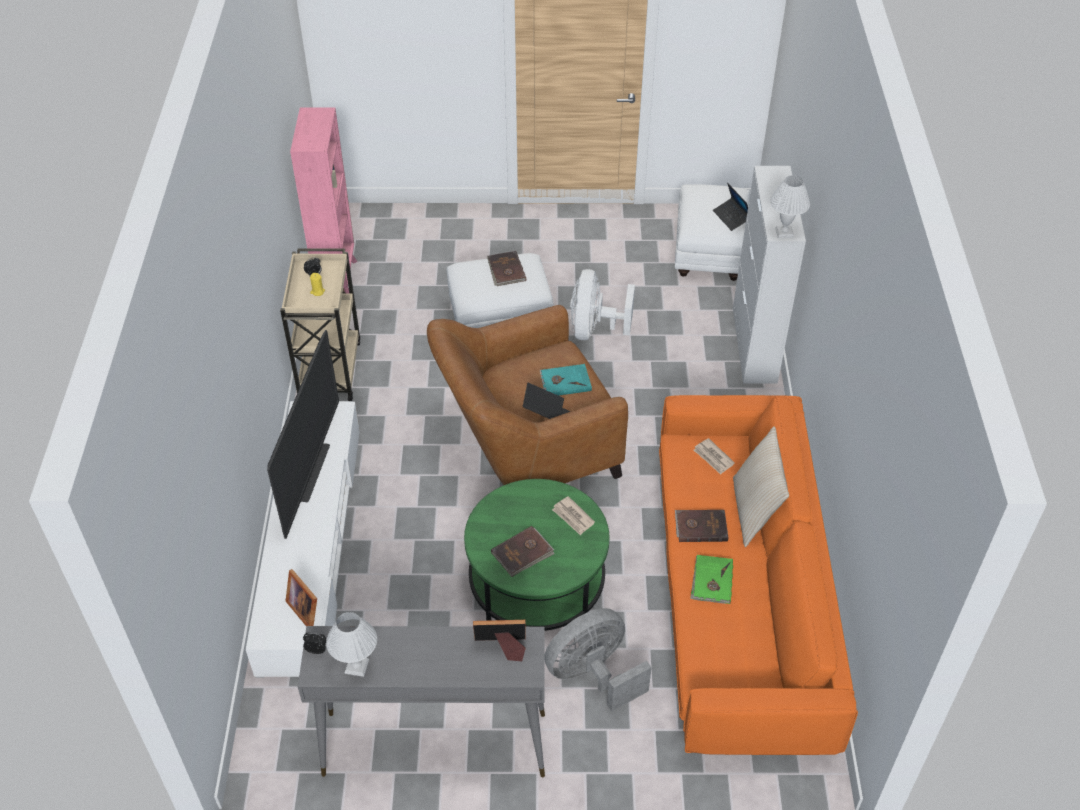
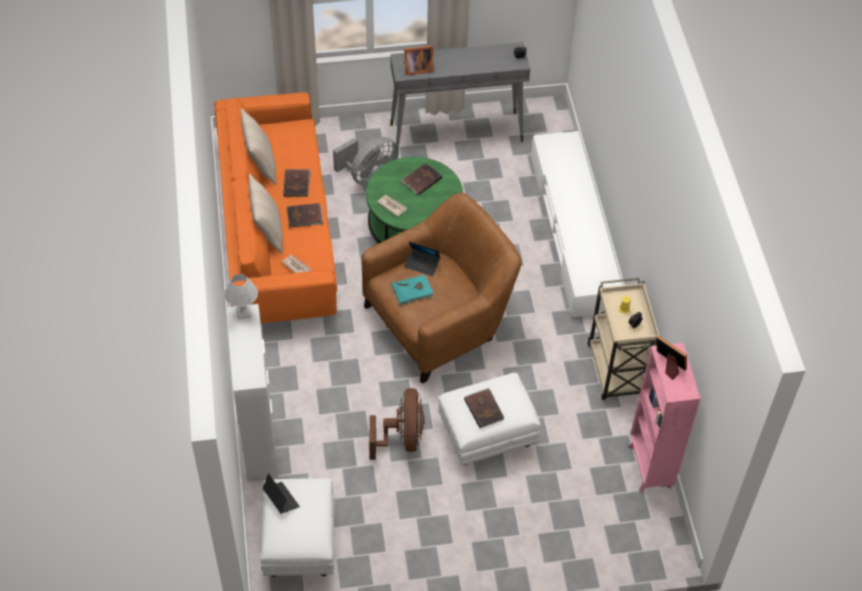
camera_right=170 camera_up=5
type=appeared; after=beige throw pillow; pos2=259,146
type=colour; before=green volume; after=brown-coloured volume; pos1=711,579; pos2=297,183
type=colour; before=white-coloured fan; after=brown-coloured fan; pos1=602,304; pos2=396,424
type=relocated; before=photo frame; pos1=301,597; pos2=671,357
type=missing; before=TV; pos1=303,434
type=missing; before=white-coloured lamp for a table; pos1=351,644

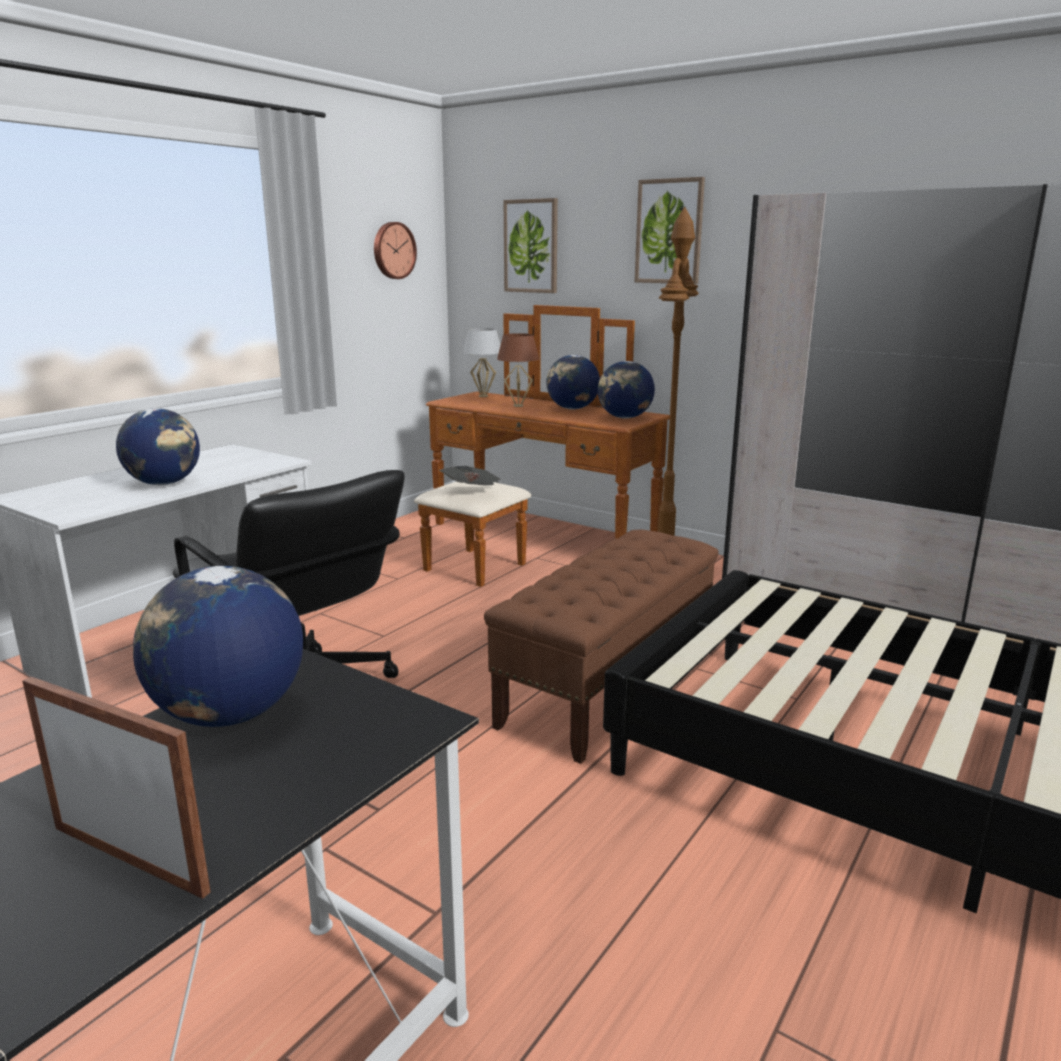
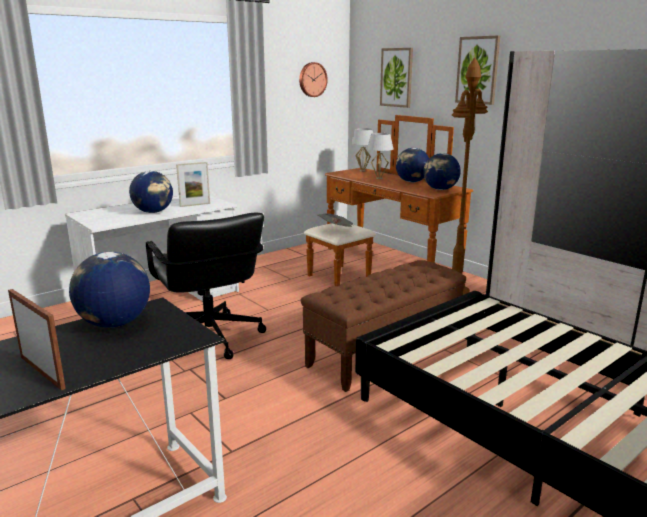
camera_right=15 camera_up=0
type=appeared; after=photo frame; pos2=193,184
type=colour; before=brown-coloured lamp for a table; after=white-coloured lamp for a table; pos1=518,370; pos2=380,156

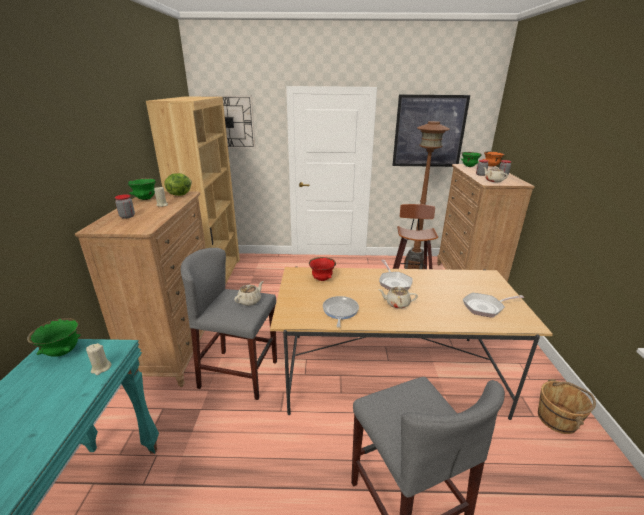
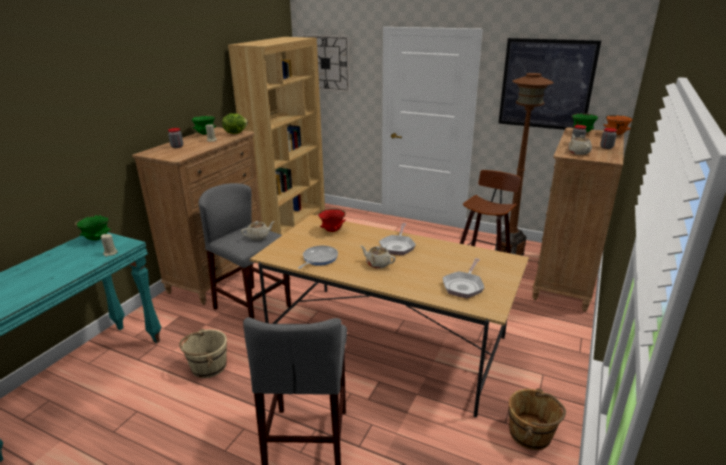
camera_right=25 camera_up=0
type=appeared; after=beige pail; pos2=203,353
type=spun; before=frying pan; pos1=493,305; pos2=463,278; turn=-75

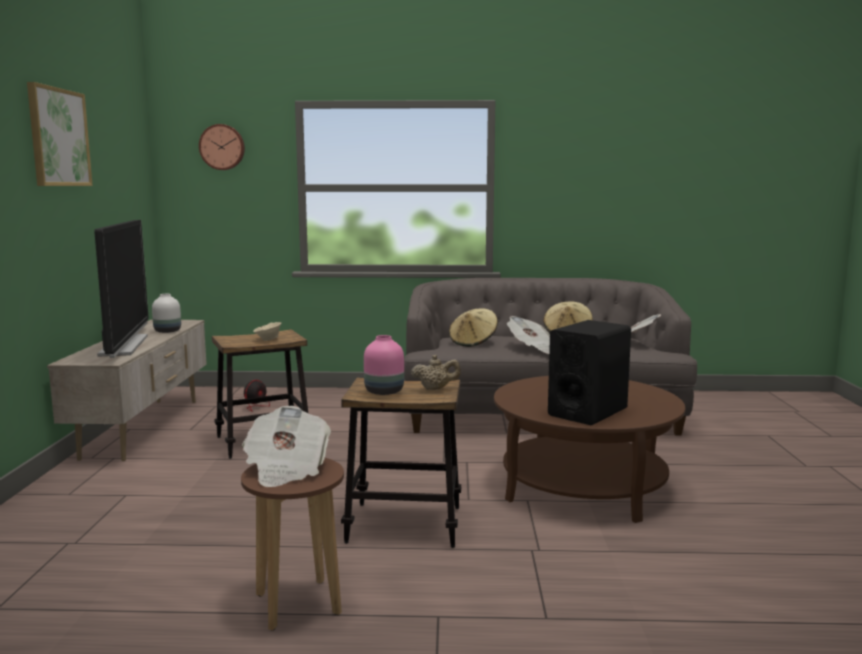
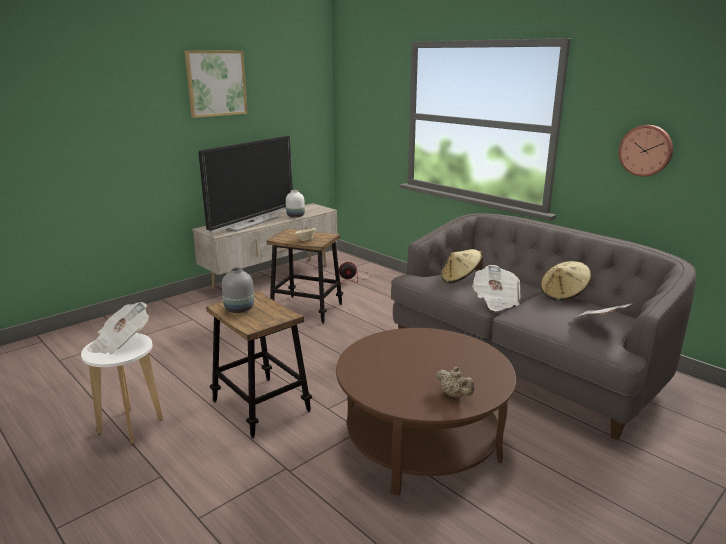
camera_right=45 camera_up=10
type=colour; before=brown-coloured stool; after=white-coloured stool; pos1=292,544; pos2=122,388
type=colour; before=pink vase; after=gray vase; pos1=384,365; pos2=238,290
type=relocated; before=beige teapot; pos1=436,372; pos2=455,382
type=relocated; before=wall clock; pos1=222,147; pos2=646,151
type=missing; before=black-coloured speaker; pos1=589,372

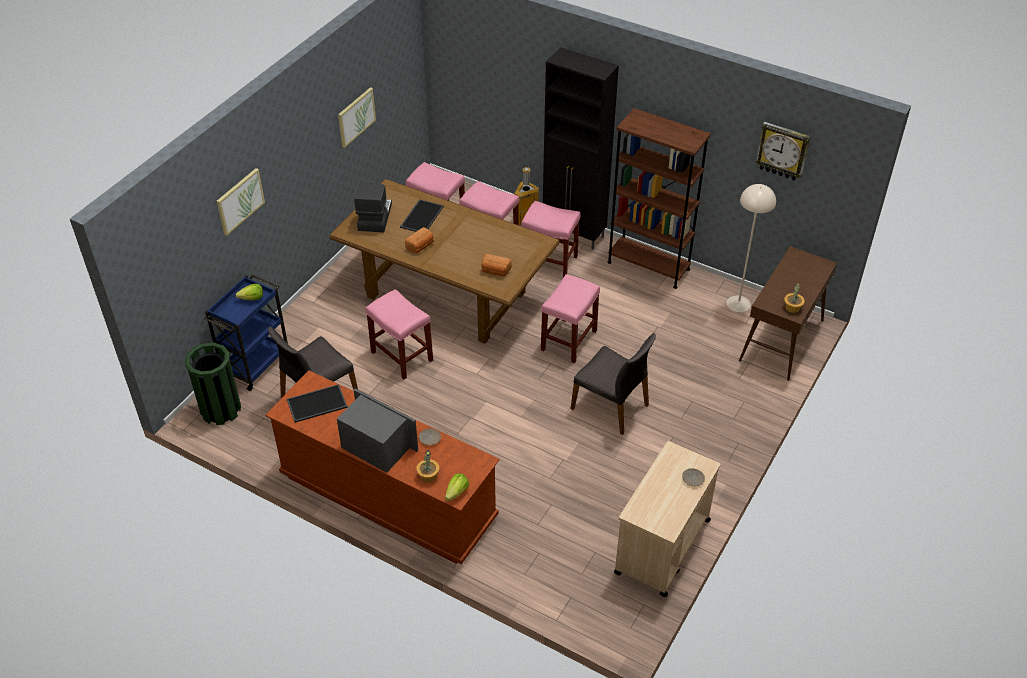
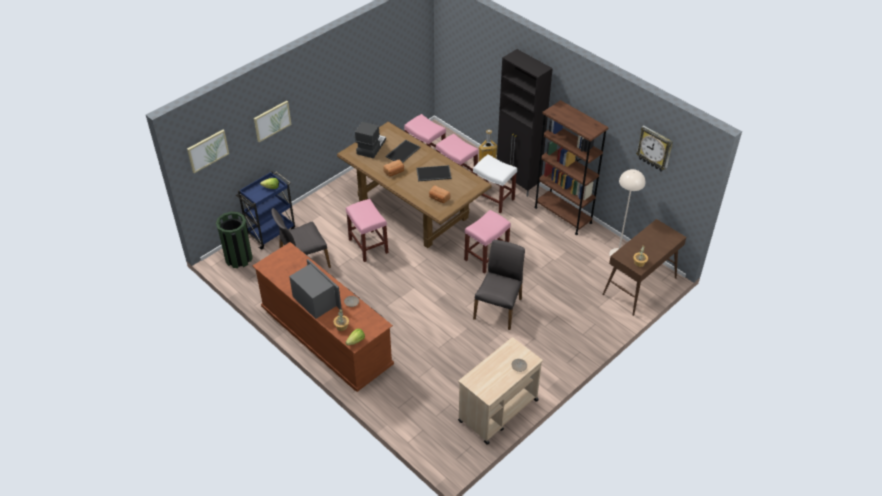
camera_right=15 camera_up=0
type=relocated; before=wall picture; pos1=357,117; pos2=208,151
type=relocated; before=serving tray; pos1=317,403; pos2=434,173
type=colour; before=pink stool; after=white-coloured stool; pos1=551,239; pos2=495,183
type=spun; before=gray plain chair; pos1=613,384; pos2=499,285; turn=-120

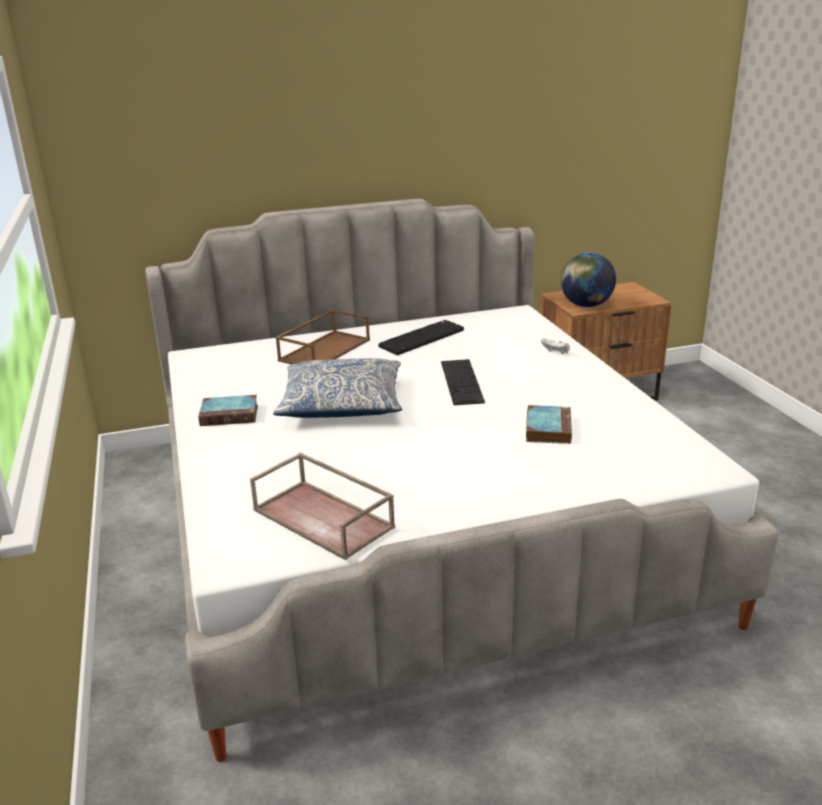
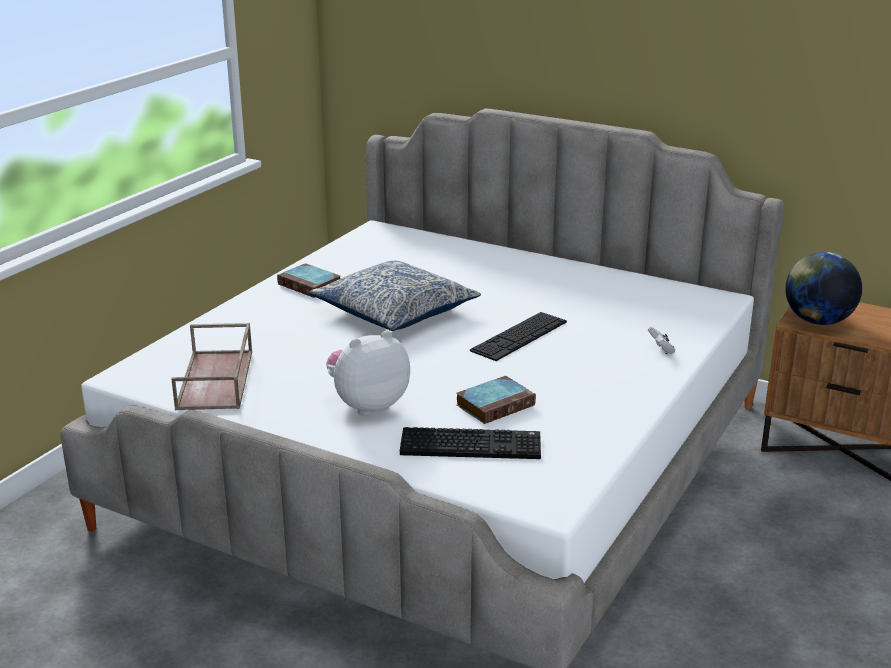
camera_right=45 camera_up=0
type=appeared; after=cuddly toy; pos2=368,373
type=relocated; before=keyboard; pos1=421,337; pos2=470,443
type=missing; before=brown-coloured serving tray; pos1=323,337

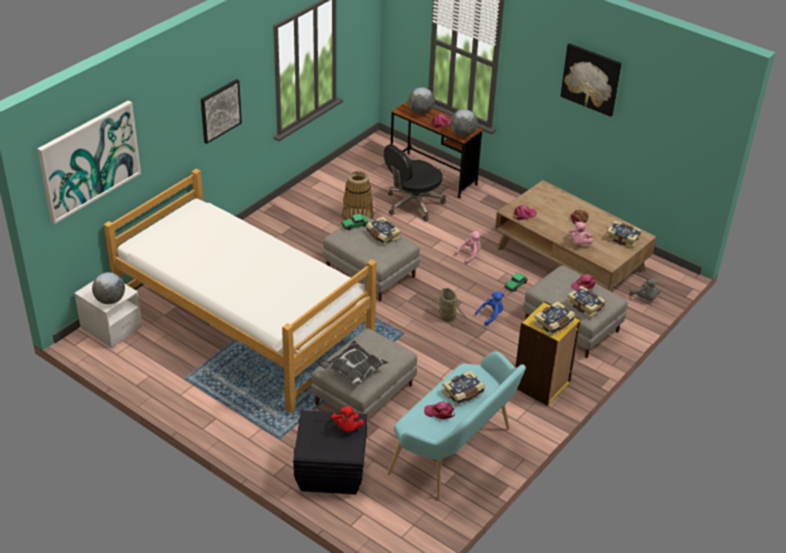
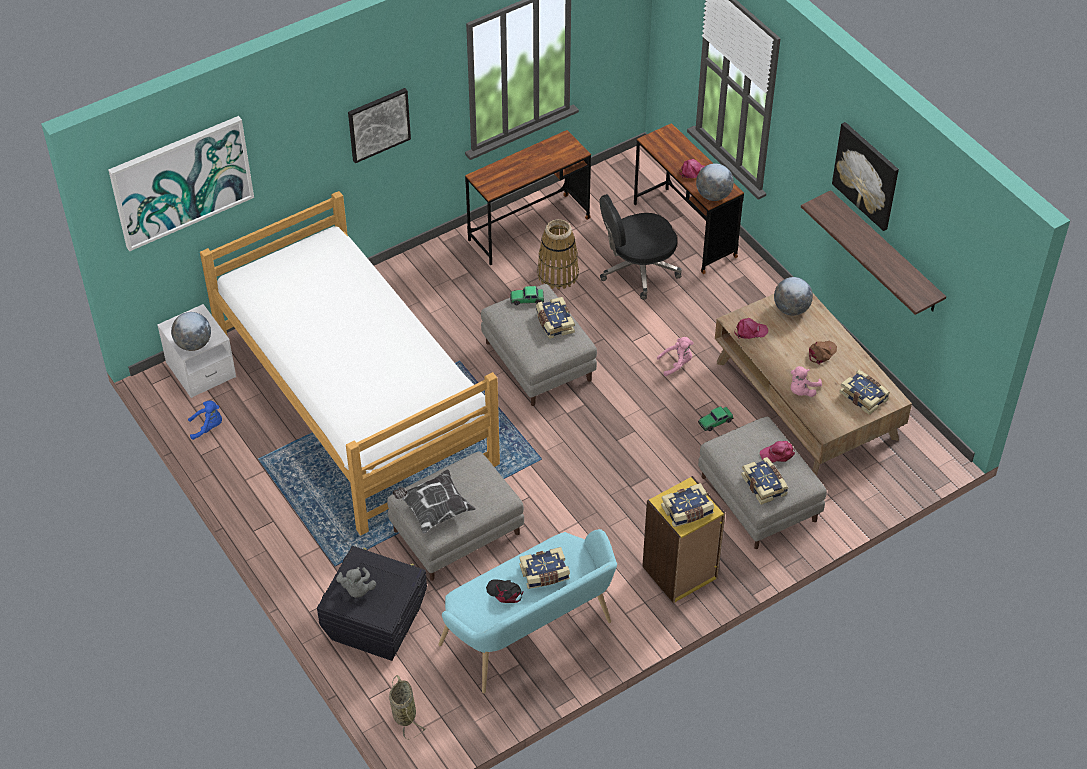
camera_right=20 camera_up=10
type=relocated; before=bluish cuddly toy; pos1=490,308; pos2=205,420
type=relocated; before=gray cuddly toy; pos1=645,288; pos2=356,582
type=relocated; before=storage basket; pos1=449,307; pos2=408,707
type=appeared; after=brown-coloured desk unit; pos2=528,197
type=colour; before=pink cap; after=black-coloured cap; pos1=439,410; pos2=504,591
type=relocated; before=world globe; pos1=421,100; pos2=793,296
type=appeared; after=bracket shelf; pos2=873,252
type=missing; before=reddish cuddly toy; pos1=347,419

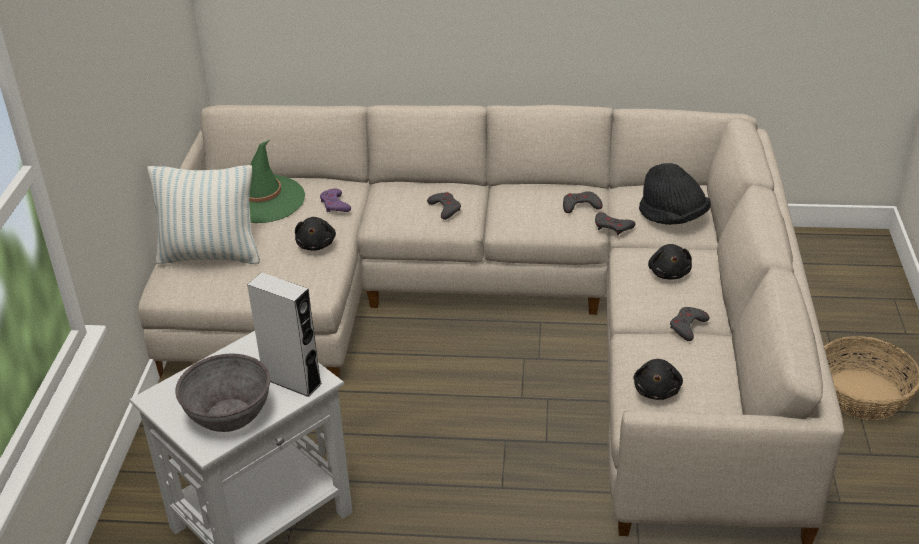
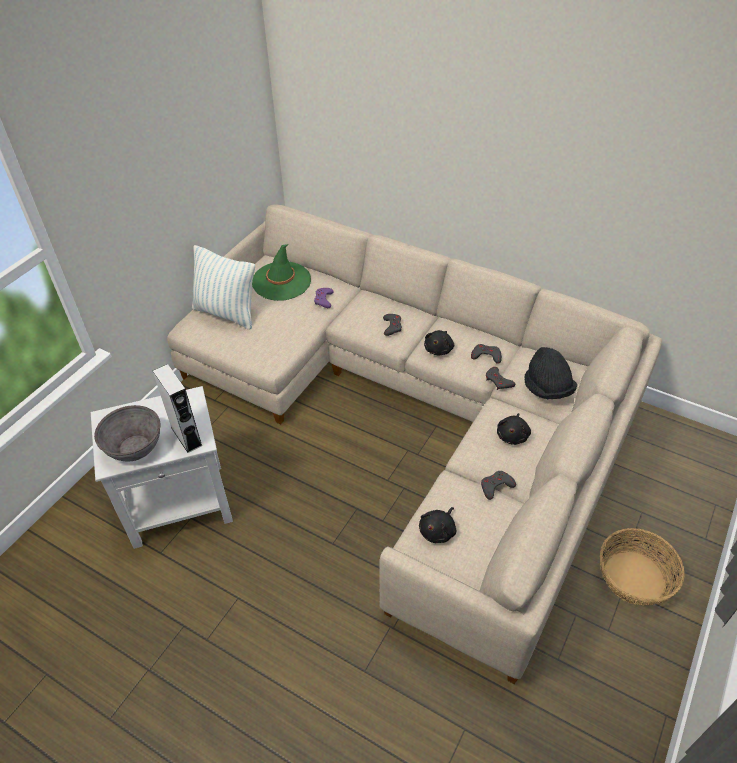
camera_right=25 camera_up=10
type=relocated; before=black-coloured cuddly toy; pos1=315,234; pos2=439,343

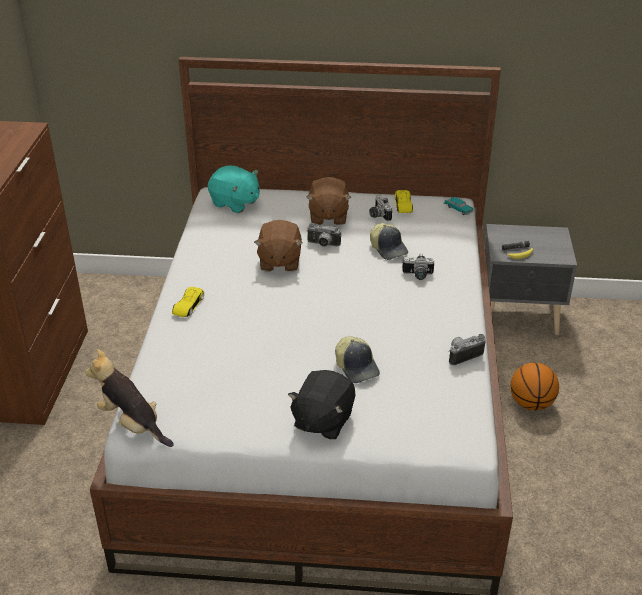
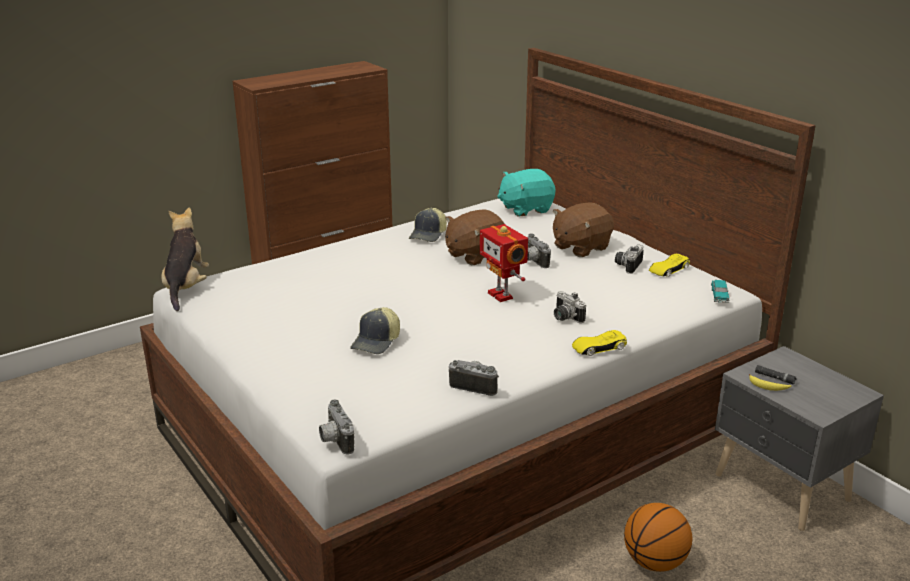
camera_right=50 camera_up=-10
type=appeared; after=still camera; pos2=336,427
type=relocated; before=cap; pos1=389,241; pos2=428,225
type=appeared; after=robot figure; pos2=504,263
type=spun; before=blue-green cuddly toy; pos1=234,189; pos2=526,192; turn=75
type=relocated; before=yellow toy car; pos1=188,302; pos2=599,343
type=missing; before=black-coloured cuddly toy; pos1=321,405

